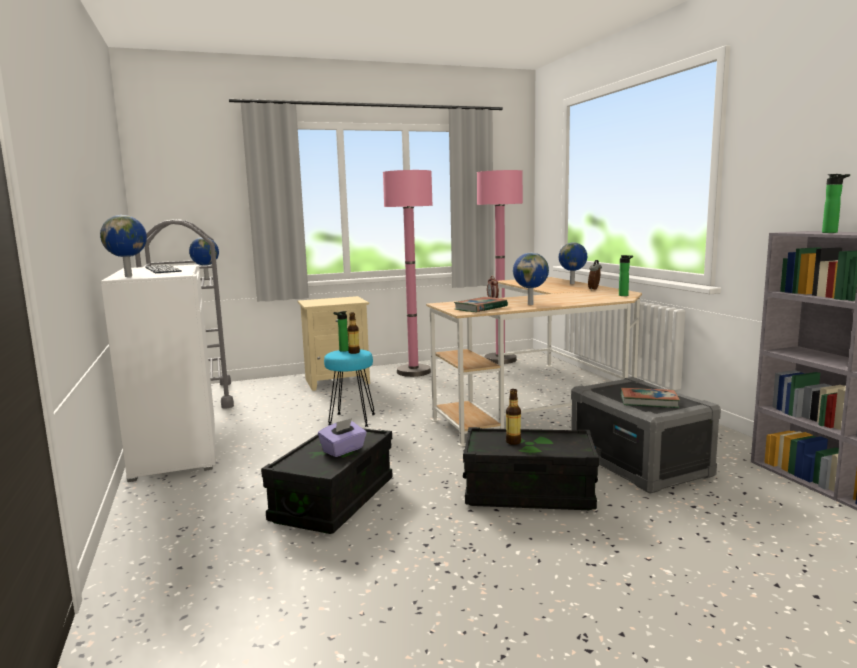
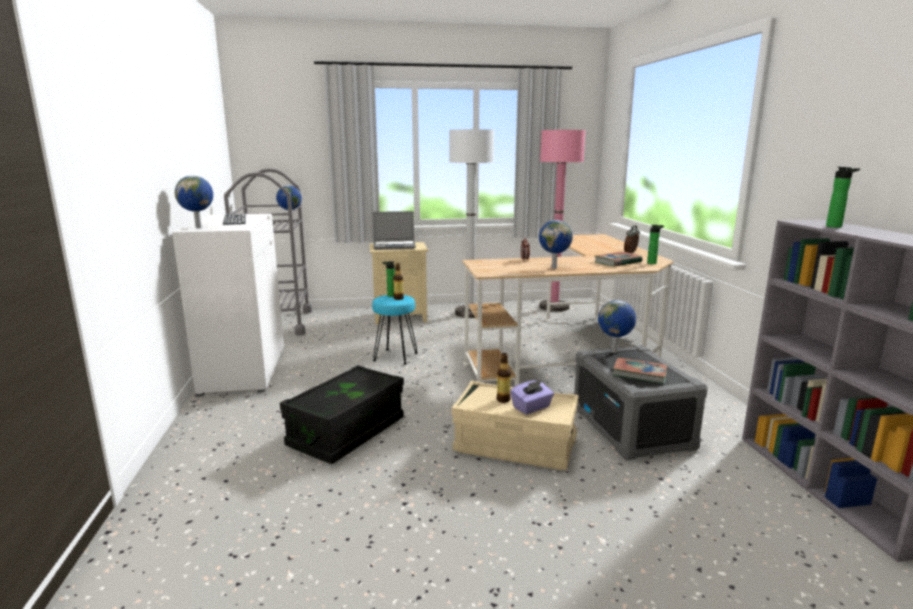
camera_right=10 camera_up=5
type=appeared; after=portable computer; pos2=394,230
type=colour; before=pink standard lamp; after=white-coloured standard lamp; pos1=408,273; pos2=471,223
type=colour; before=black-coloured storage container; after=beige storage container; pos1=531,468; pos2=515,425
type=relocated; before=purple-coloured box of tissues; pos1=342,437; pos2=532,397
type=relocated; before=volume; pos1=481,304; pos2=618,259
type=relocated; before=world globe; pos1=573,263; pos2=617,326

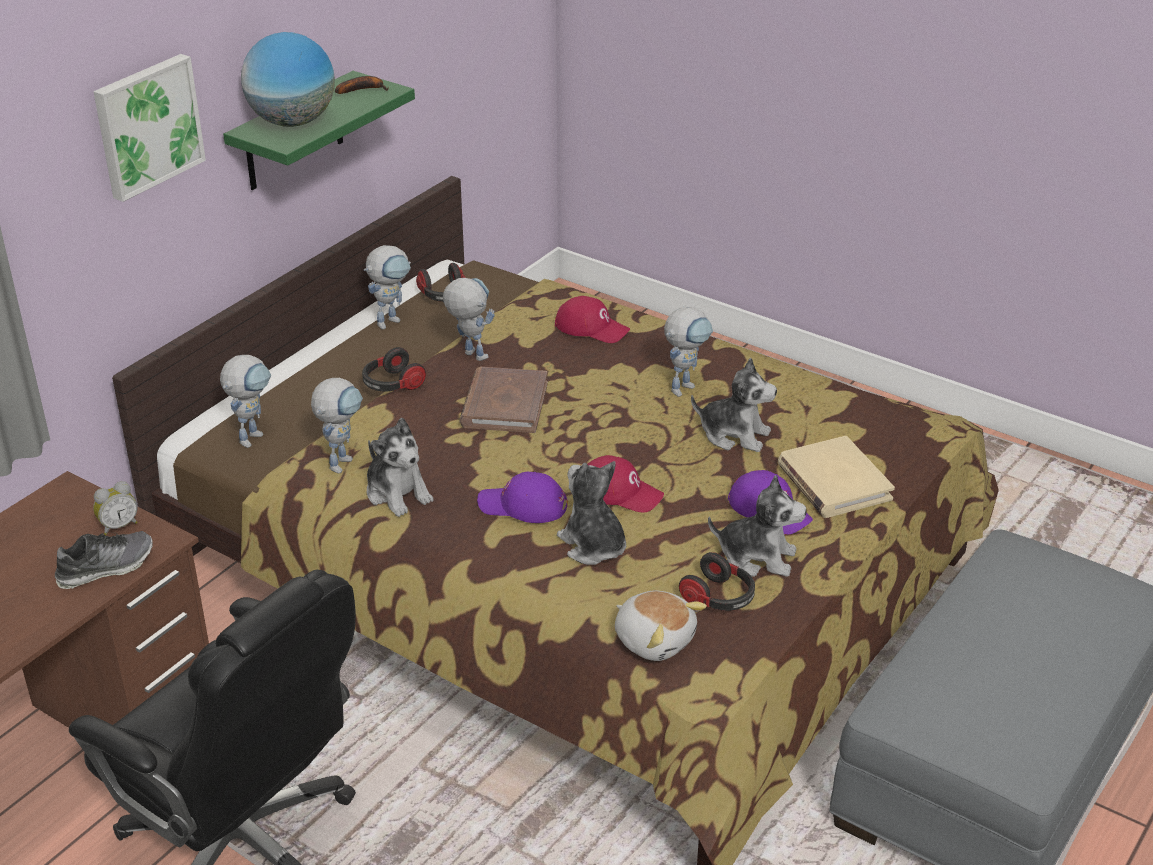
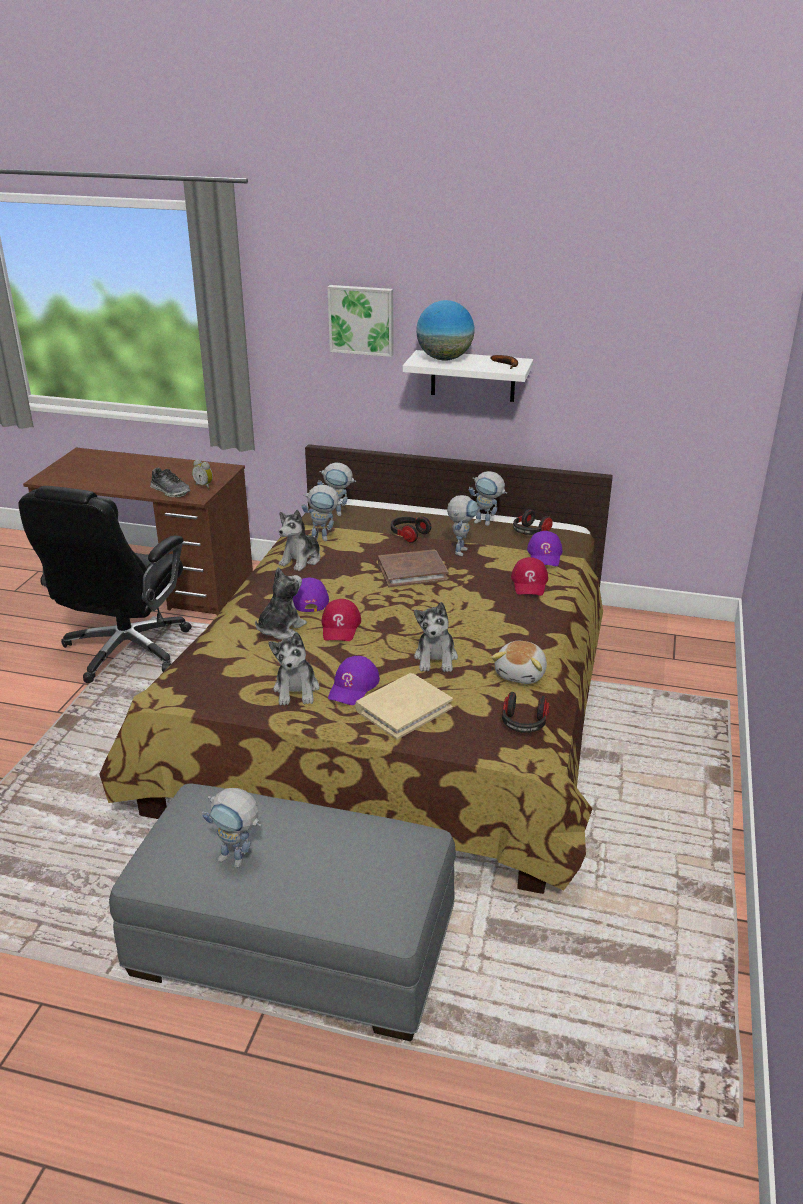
camera_right=70 camera_up=-5
type=relocated; before=robot figure; pos1=688,352; pos2=231,828
type=colour; before=green bracket shelf; after=white-coloured bracket shelf; pos1=319,130; pos2=468,376
type=relocated; before=cuddly toy; pos1=661,625; pos2=519,662
type=relocated; before=headset; pos1=717,581; pos2=526,712
type=appeared; after=purple-coloured cap; pos2=544,548

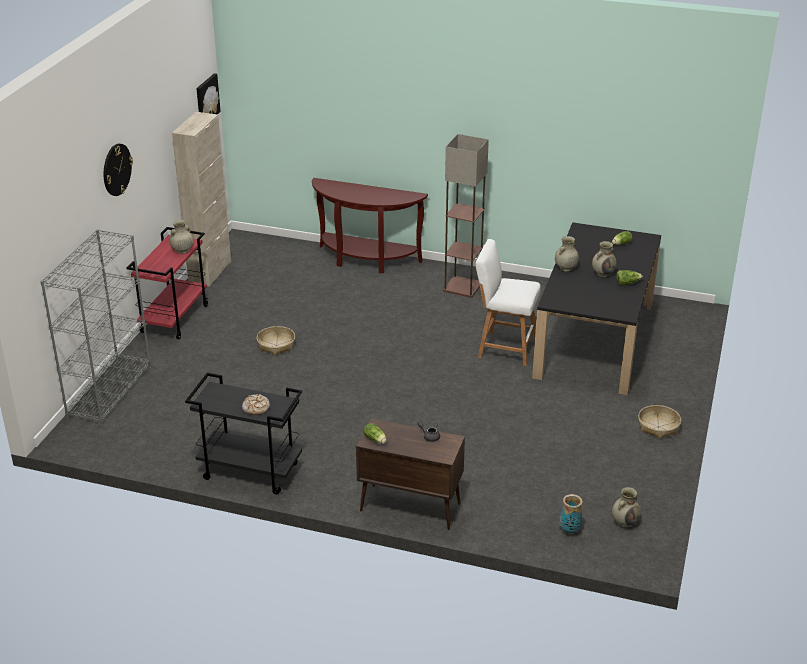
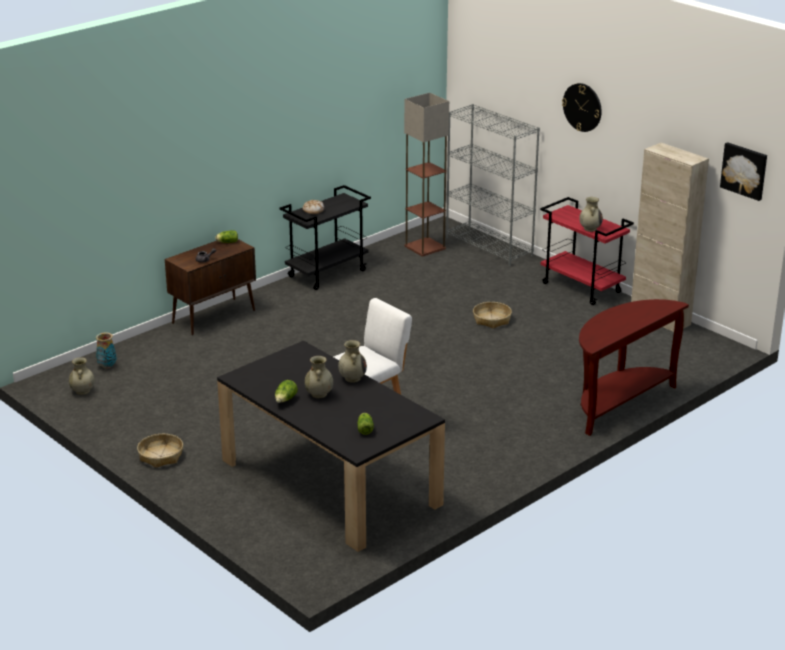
camera_right=120 camera_up=-5
type=relocated; before=standard lamp; pos1=466,216; pos2=426,175

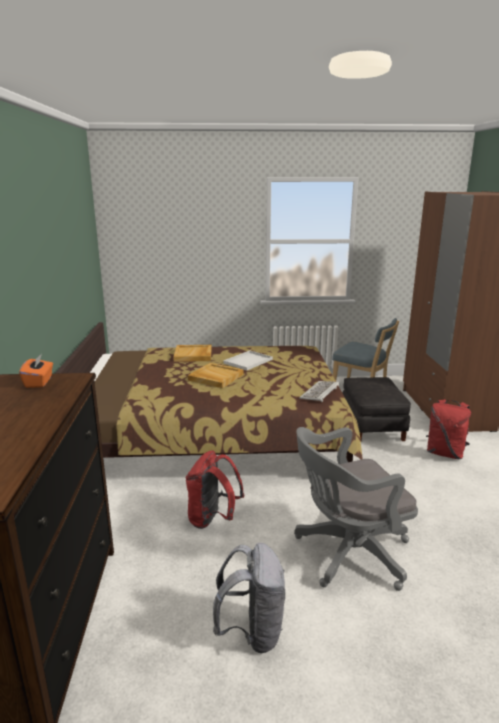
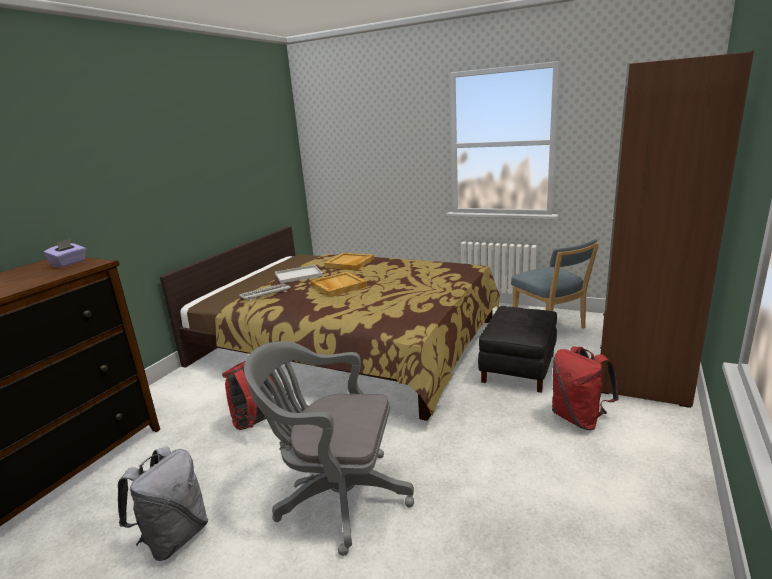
camera_right=30 camera_up=0
type=colour; before=orange-coloured box of tissues; after=purple-coloured box of tissues; pos1=36,371; pos2=64,253
type=relocated; before=keyboard; pos1=319,391; pos2=265,292
type=relocated; before=white-coloured serving tray; pos1=248,360; pos2=299,274

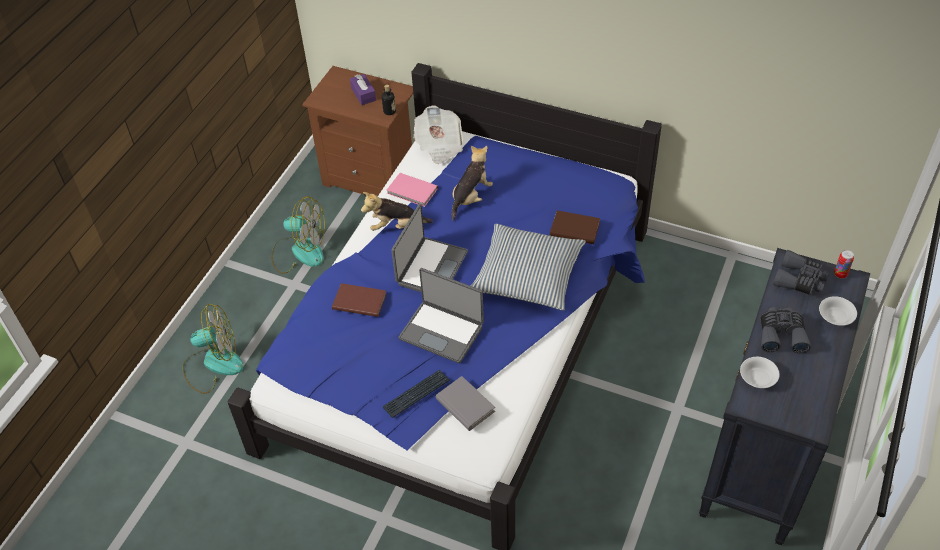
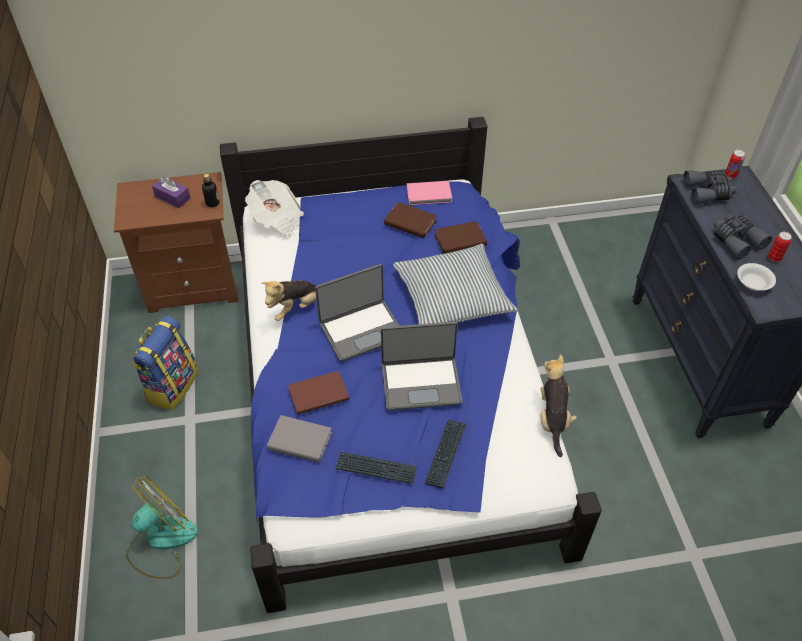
camera_right=-35 camera_up=0
type=exchanged; before=fan; after=rucksack; pos1=298,235; pos2=165,363
type=relocated; before=gray volume; pos1=465,403; pos2=299,439
type=spun; before=portable computer; pos1=429,248; pos2=357,313; turn=75
type=appeared; after=keyboard; pos2=376,468
type=appeared; after=brown-coloured volume; pos2=410,220
type=relocated; before=pink volume; pos1=412,190; pos2=429,193
type=relocated; before=cuddly toy; pos1=472,183; pos2=558,405
type=appeared; after=sealed can; pos2=780,247
type=missing; before=white-coloured bowl; pos1=838,311

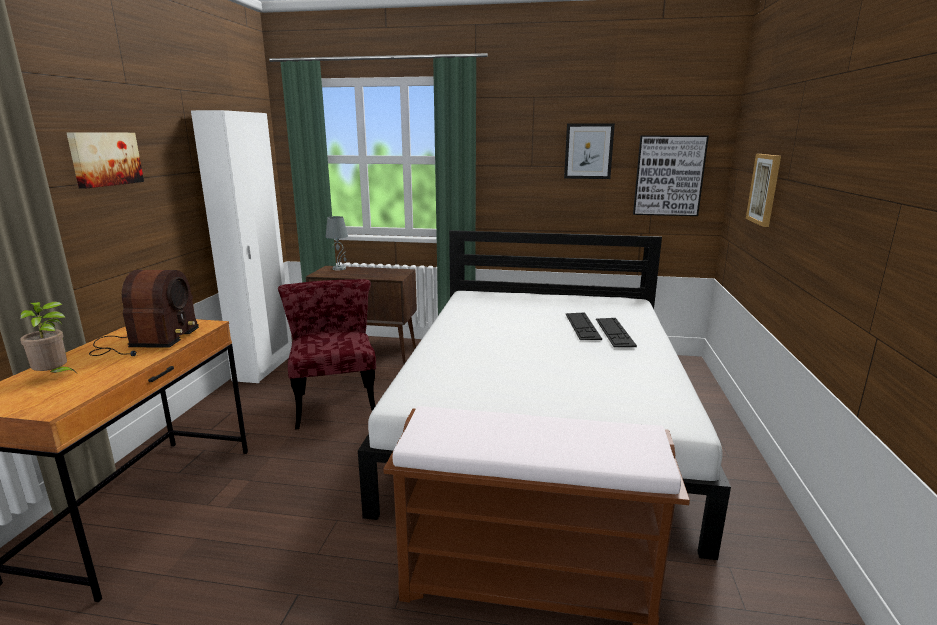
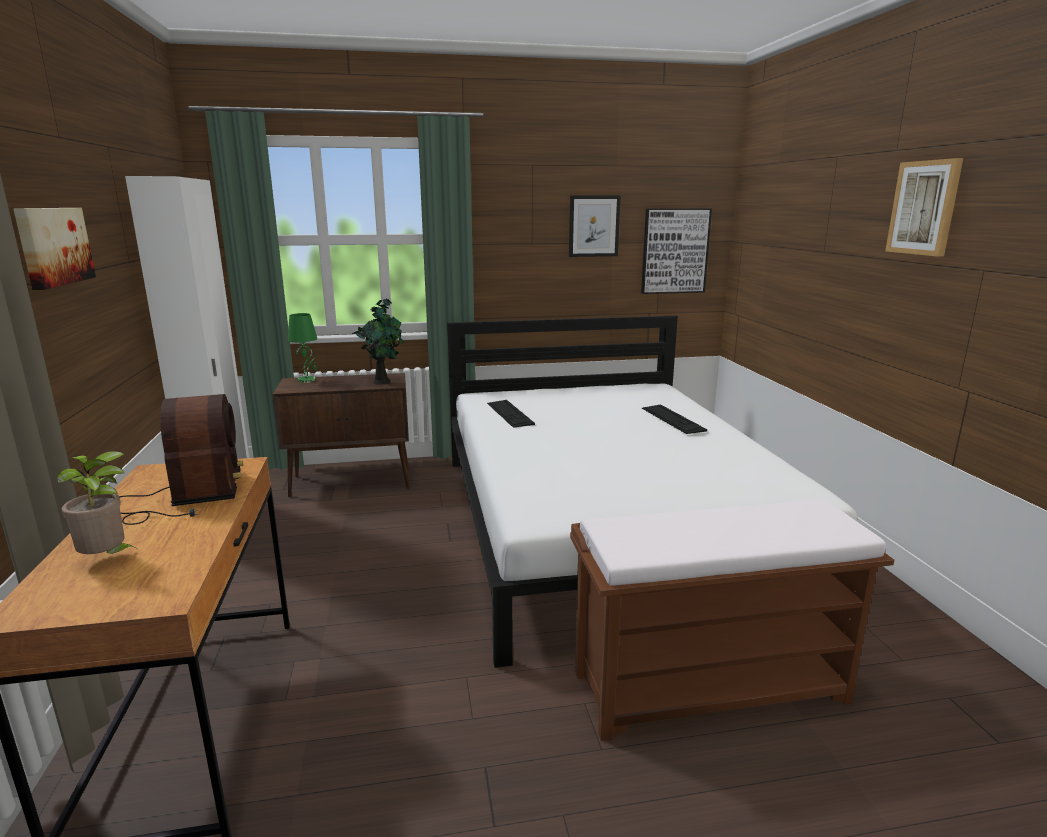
camera_right=-20 camera_up=0
type=colour; before=gray lamp for a table; after=green lamp for a table; pos1=337,243; pos2=302,348
type=appeared; after=potted plant; pos2=378,342
type=relocated; before=keyboard; pos1=583,326; pos2=511,414
type=relocated; before=wall picture; pos1=763,190; pos2=924,207
type=missing; before=reddish plain chair; pos1=327,354

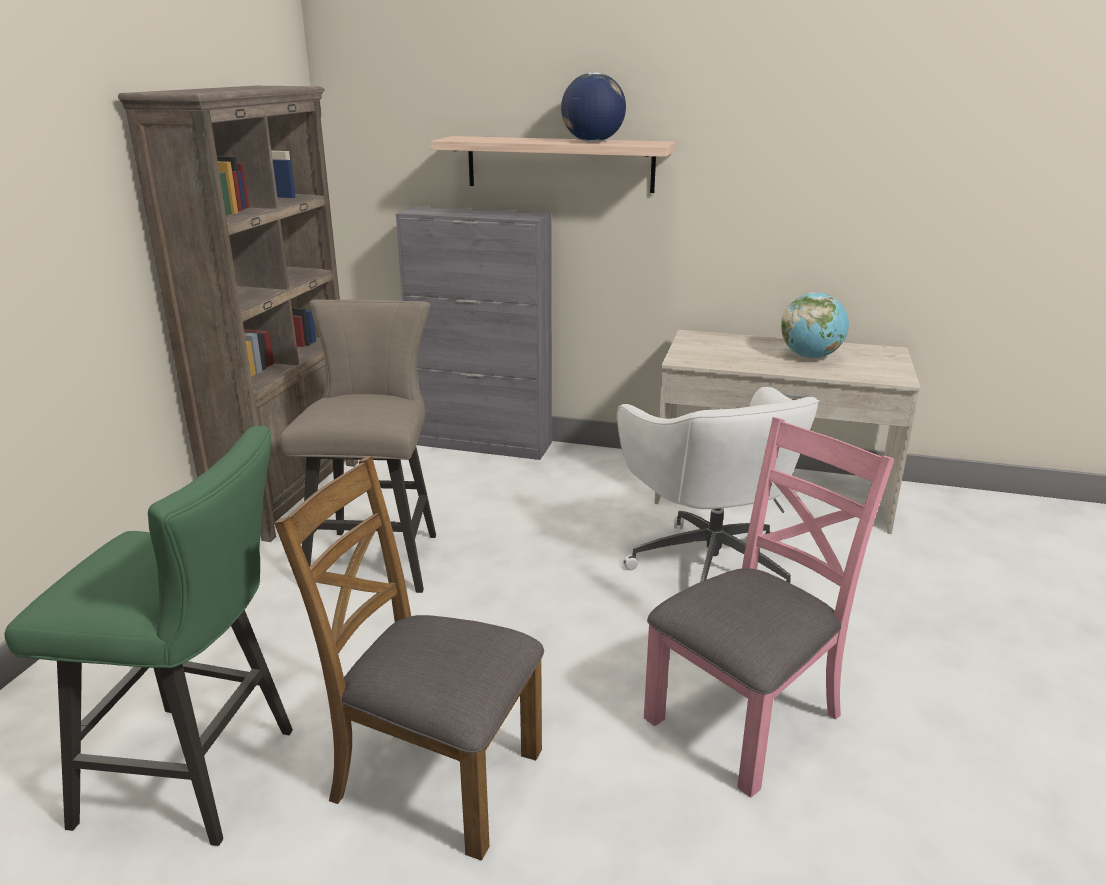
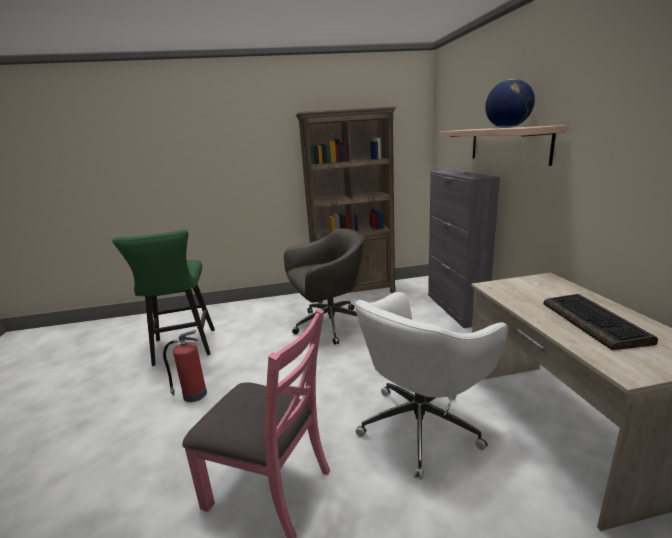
camera_right=65 camera_up=-5
type=exchanged; before=brown-coloured plain chair; after=fire-fighting cylinder; pos1=409,658; pos2=185,366
type=exchanged; before=beige stool; after=gray computer chair; pos1=358,446; pos2=324,286
type=exchanged; before=world globe; after=keyboard; pos1=815,325; pos2=601,322

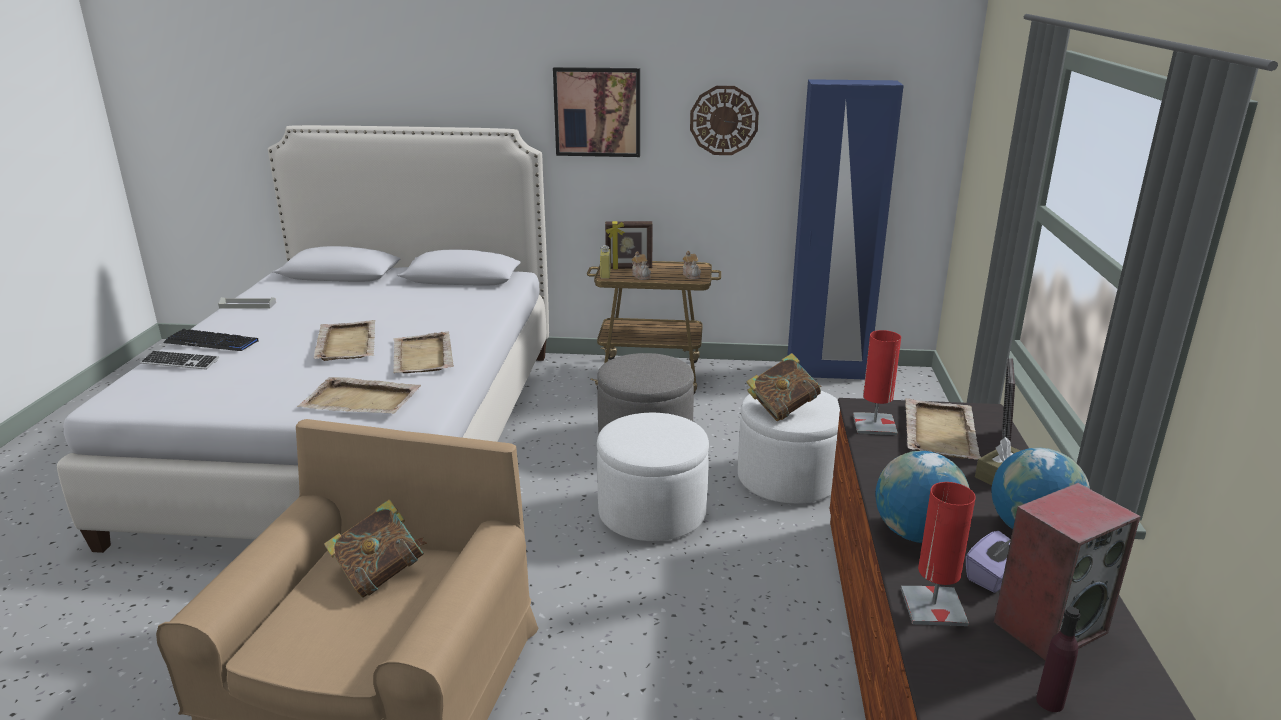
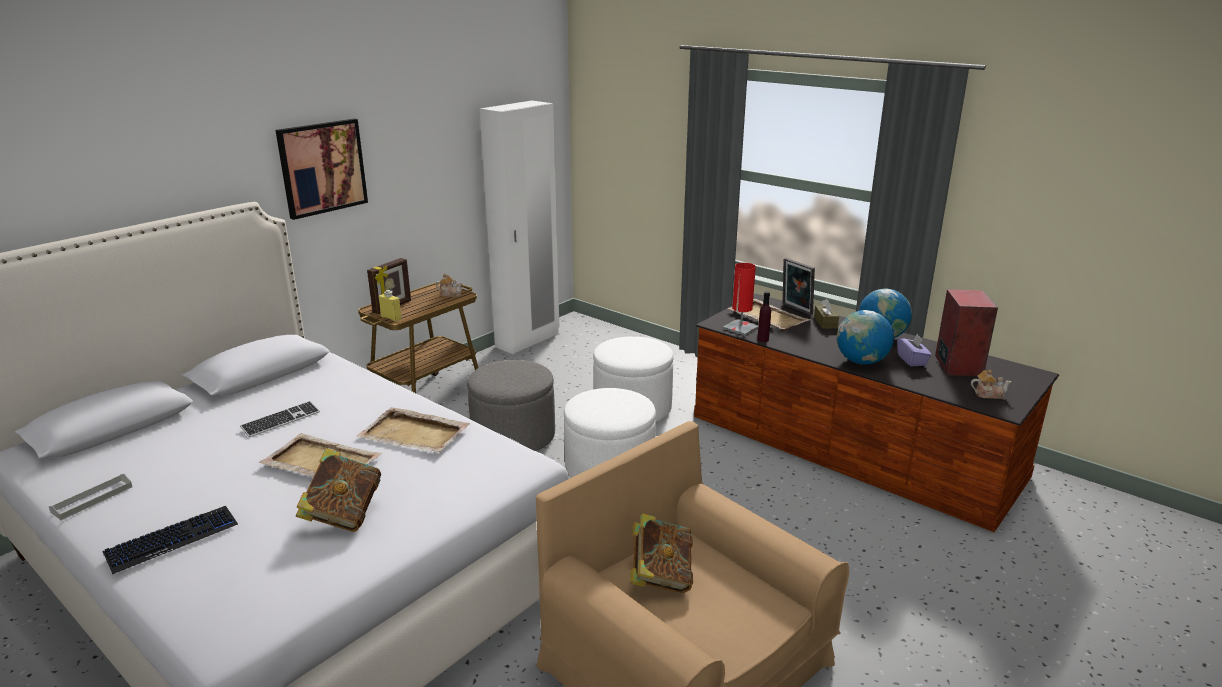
camera_right=-55 camera_up=0
type=relocated; before=keyboard; pos1=179,360; pos2=280,419
type=relocated; before=volume; pos1=784,387; pos2=338,490
type=colour; before=bluish armoire; after=white-coloured armoire; pos1=845,229; pos2=519,227
type=relocated; before=purple-coloured drink bottle; pos1=1058,659; pos2=764,316
type=relocated; before=teapot; pos1=641,265; pos2=991,384
type=missing; before=beige serving tray; pos1=359,395
type=missing; before=wall clock; pos1=724,120
type=missing; before=reddish lamp for a table; pos1=938,554

